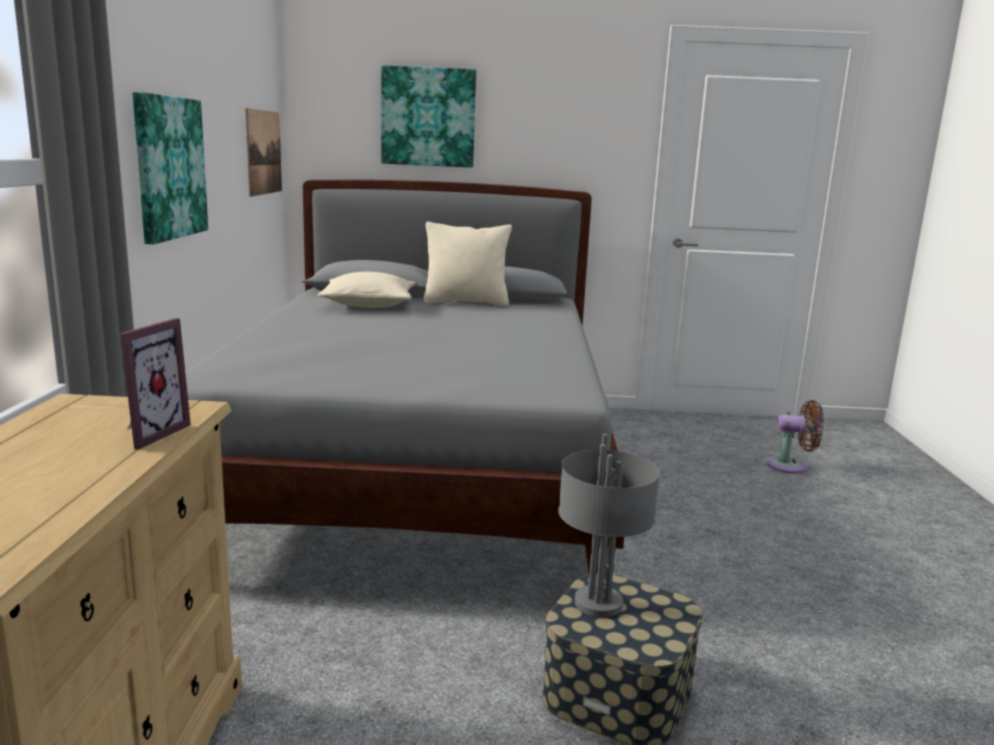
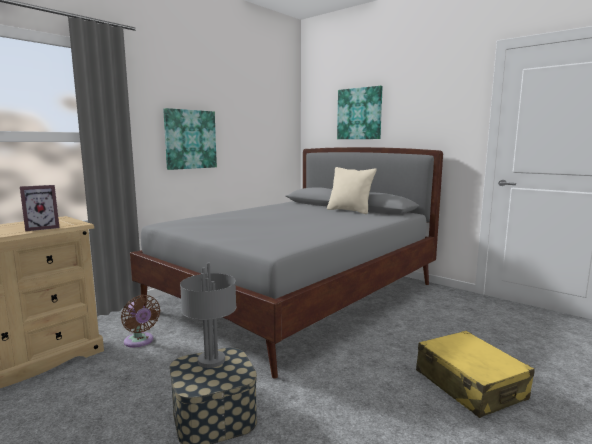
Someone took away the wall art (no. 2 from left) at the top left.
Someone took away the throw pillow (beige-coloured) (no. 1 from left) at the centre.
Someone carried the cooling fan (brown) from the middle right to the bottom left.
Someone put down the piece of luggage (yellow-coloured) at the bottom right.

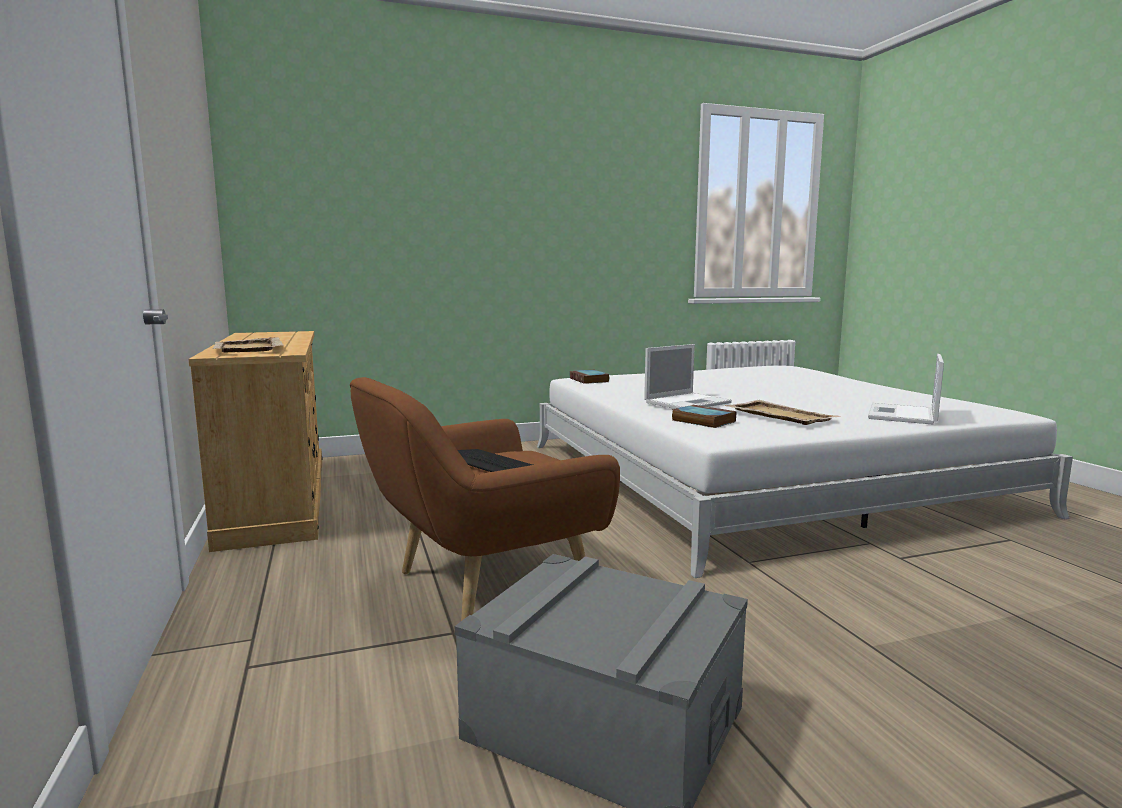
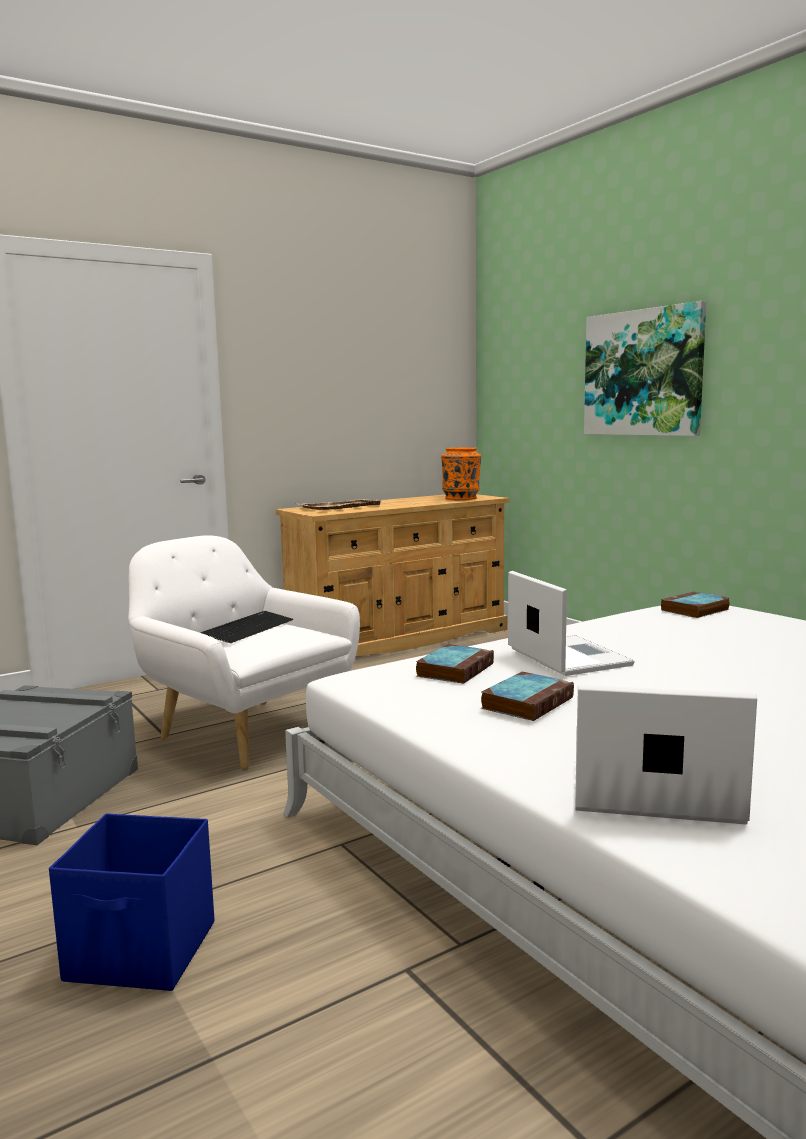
Someone rotated the laptop (no. 1 from left) at the centre by 150 degrees counterclockwise.
Someone repainted the armchair (brown) at the centre, which became the armchair (white-coloured) at the middle left.
Someone swapped the serving tray (beige-coloured) (no. 2 from left) at the middle right for the volume (no. 2 from left) at the centre.
Someone put up the wall art at the top right.
Someone put down the flower vase (orangey) at the centre.
Someone put down the storage box (blue-coloured) at the bottom left.

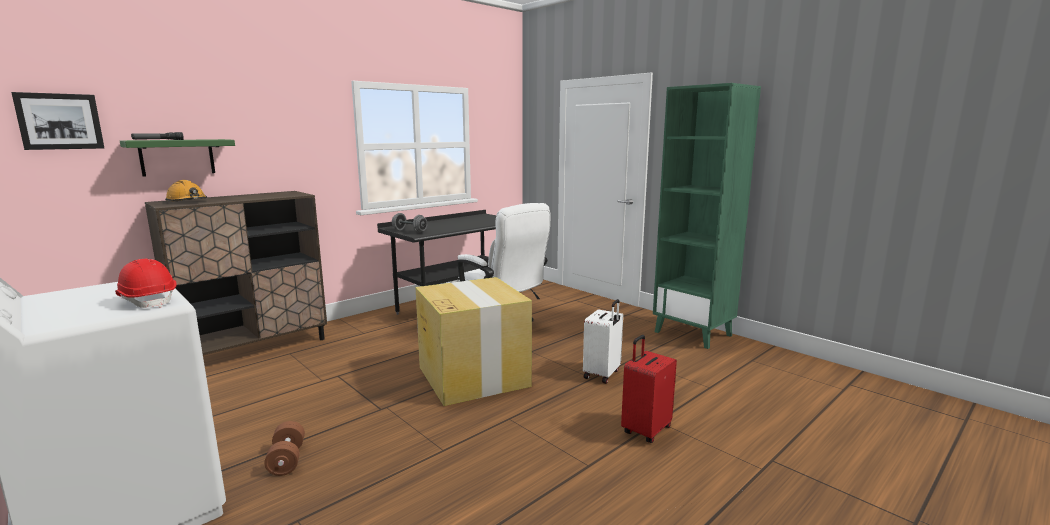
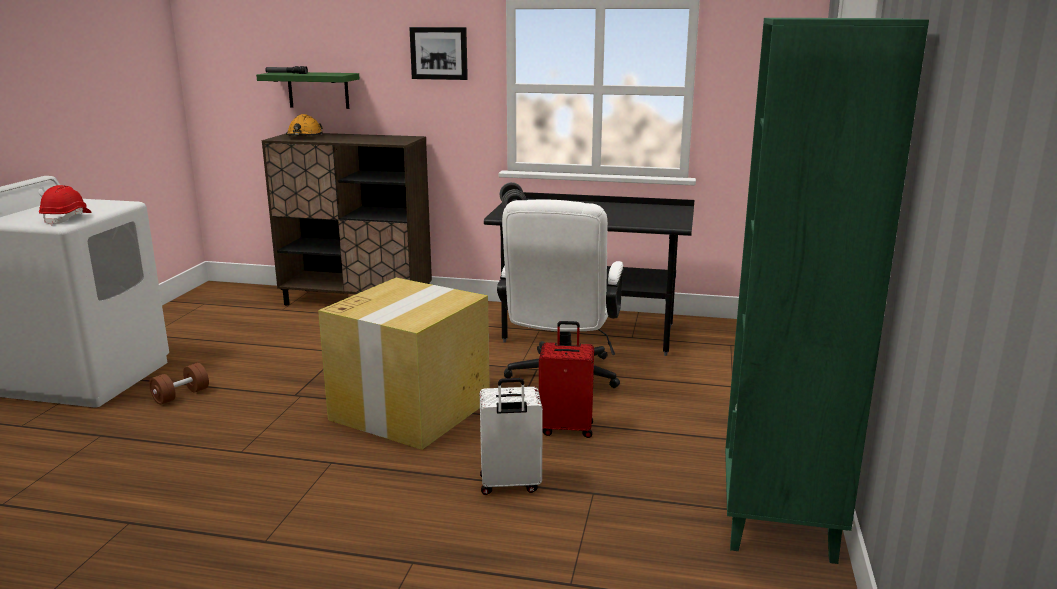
Someone carried the wall art from the top left to the top centre.
Someone carried the piece of luggage (red-coloured) from the bottom centre to the centre.

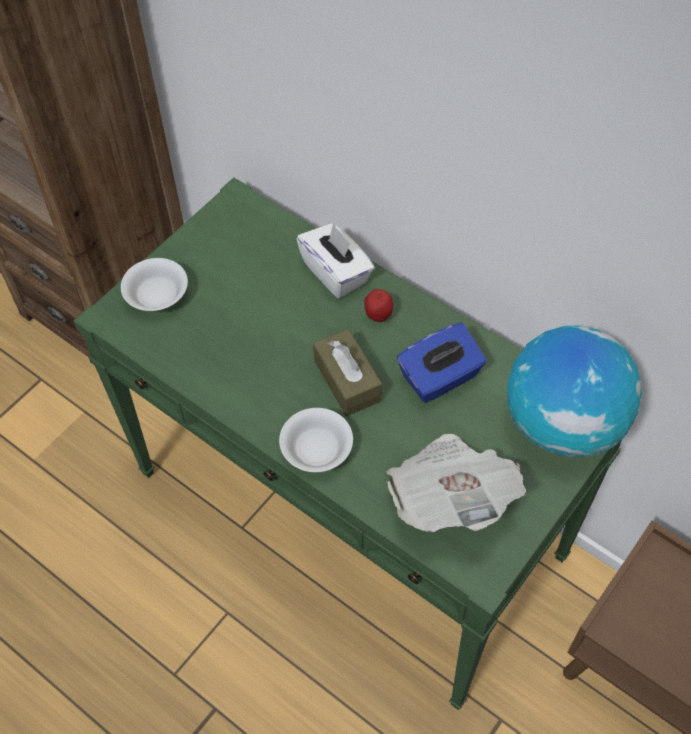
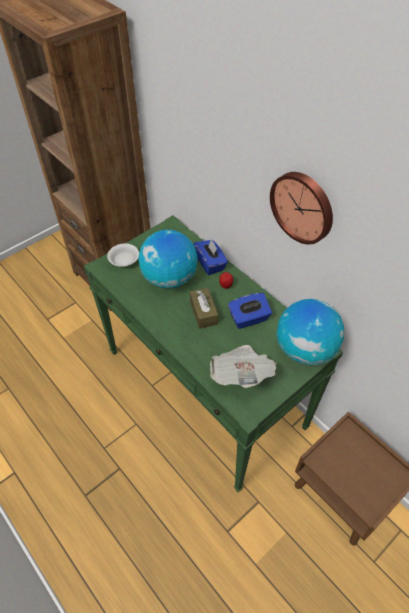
Someone repainted the tissue box (white-coloured) at the centre, which became the tissue box (blue-coloured) (no. 1 from left) at the centre.
Someone took away the deep dish (white-coloured) (no. 2 from left) at the centre.
Someone put up the clock on the wall at the middle right.
Someone put down the globe (no. 1 from left) at the centre.

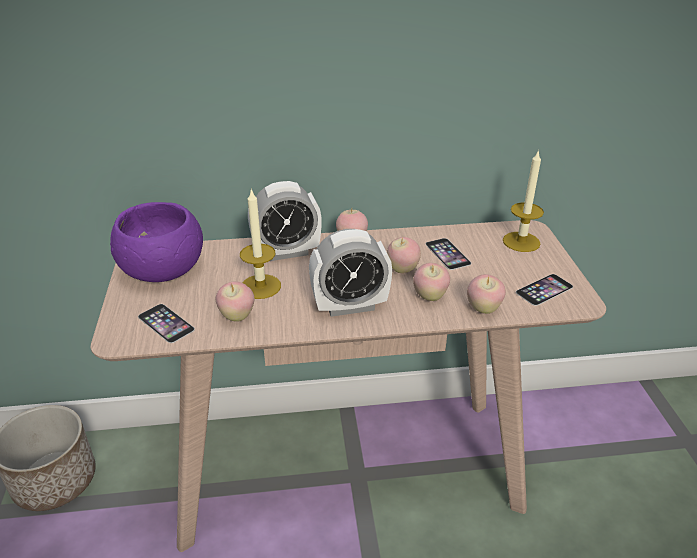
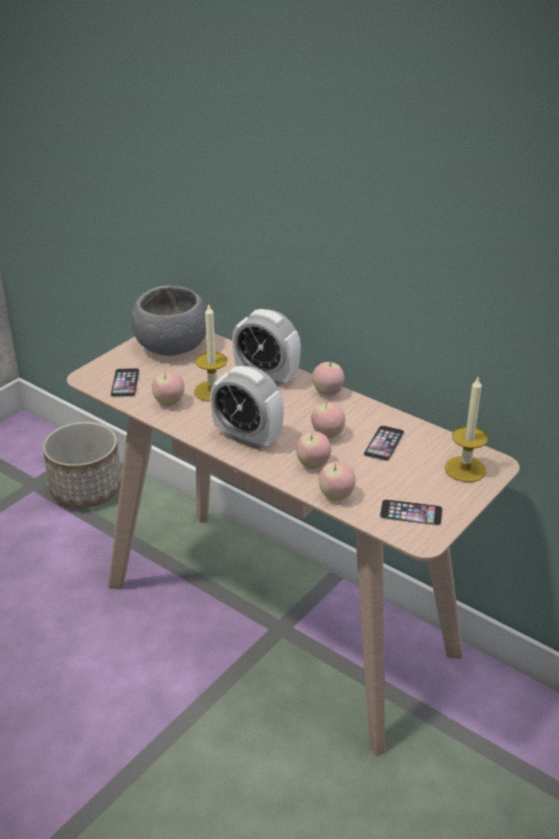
Someone repainted the deep dish (purple-coloured) at the middle left, which became the deep dish (gray) at the middle left.

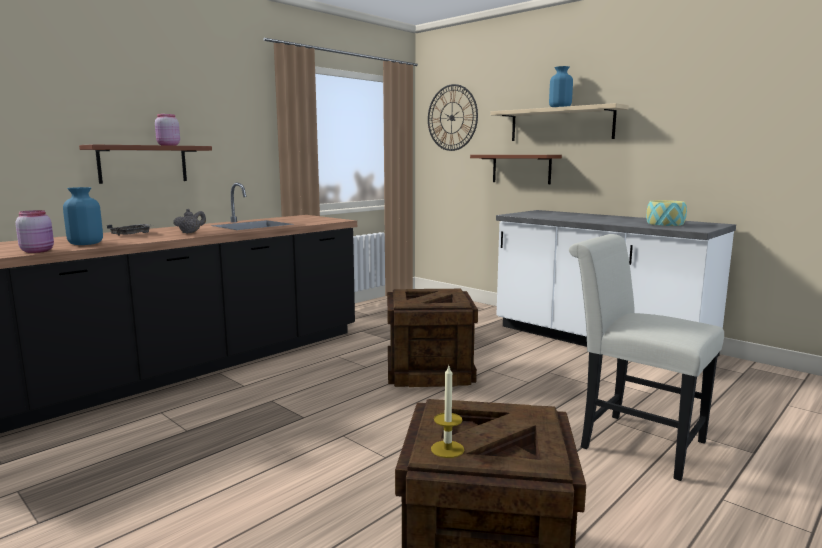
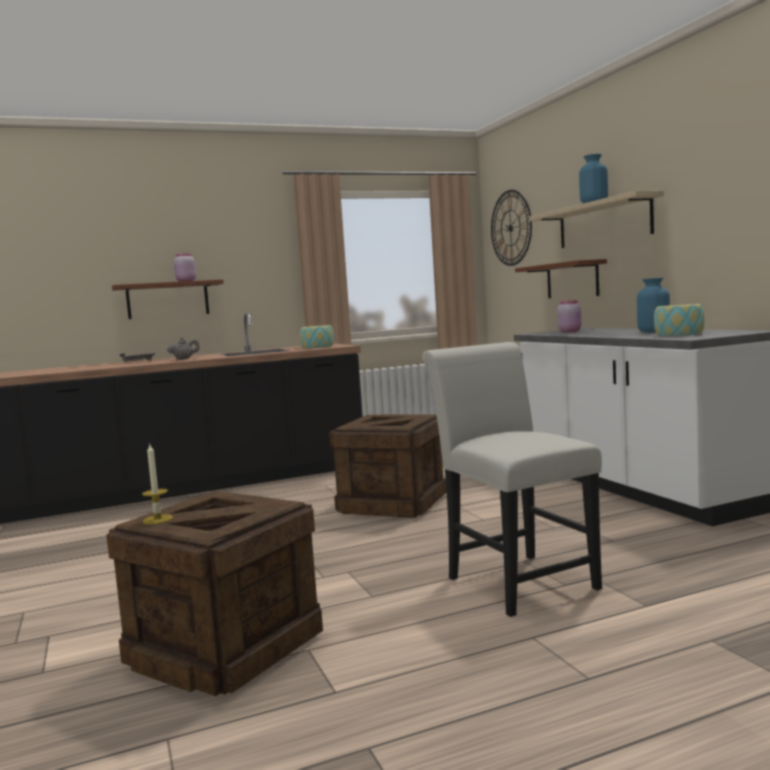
Someone carried the flower vase (blue-coloured) (no. 1 from left in the first image) from the middle left to the middle right.
Someone carried the preserve jar (pinkish) (no. 1 from left in the first image) from the middle left to the middle right.
Someone put down the deep dish (no. 1 from left) at the centre.

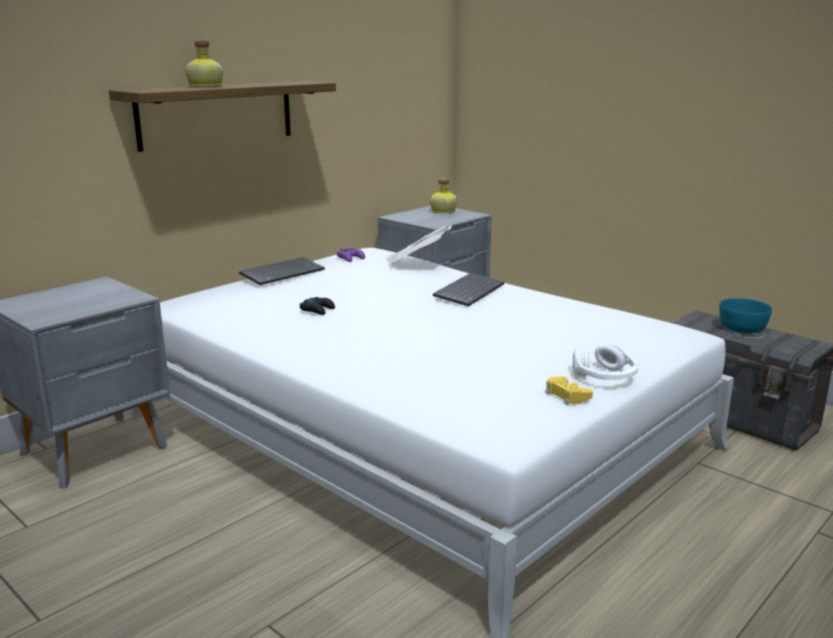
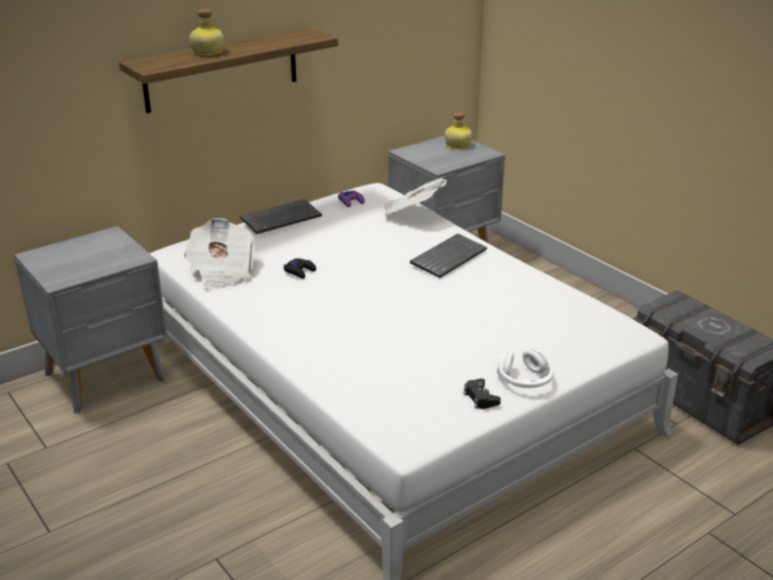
Someone took away the deep dish (turquoise-coloured) at the middle right.
Someone repainted the game controller (yellow-coloured) at the middle right, which became the game controller (blackish) (no. 2 from left) at the bottom centre.
Someone put down the daily paper (no. 1 from left) at the middle left.

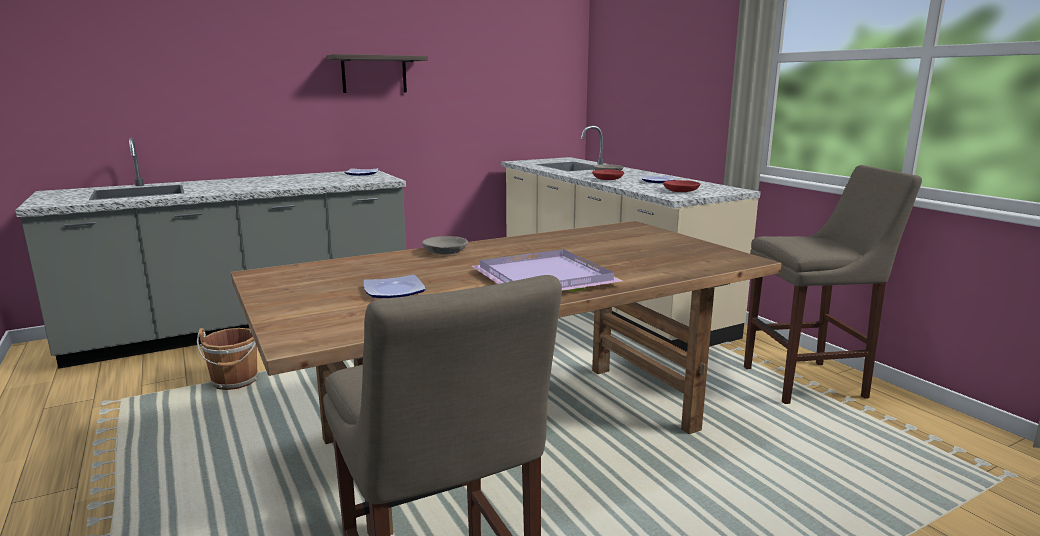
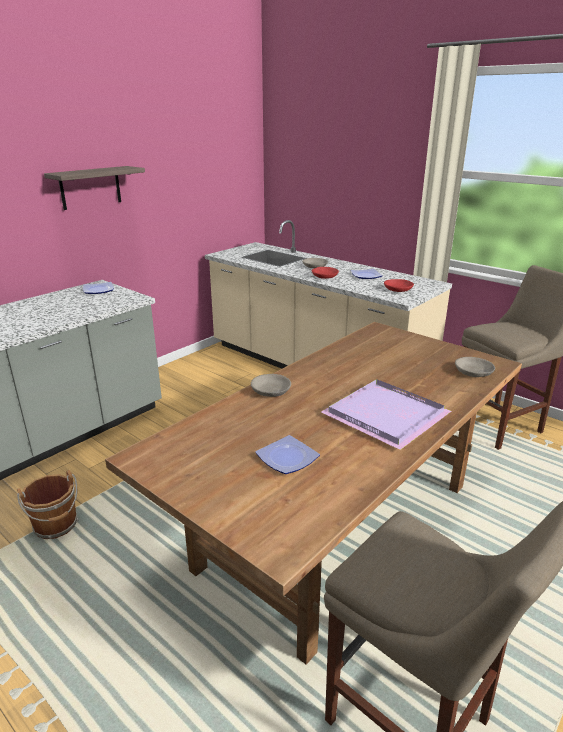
Someone put down the deep dish (gray) (no. 3 from left) at the middle right.

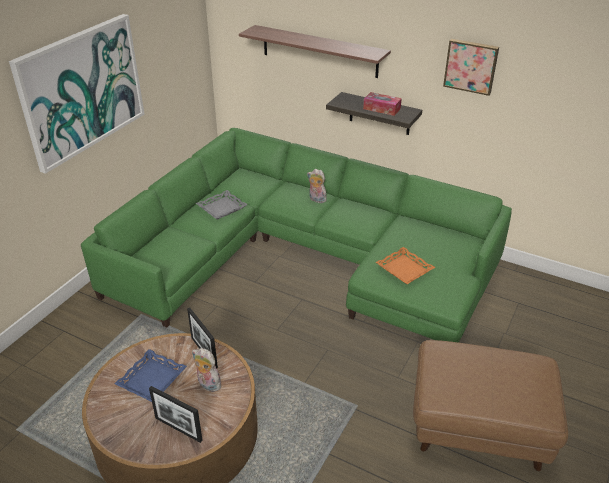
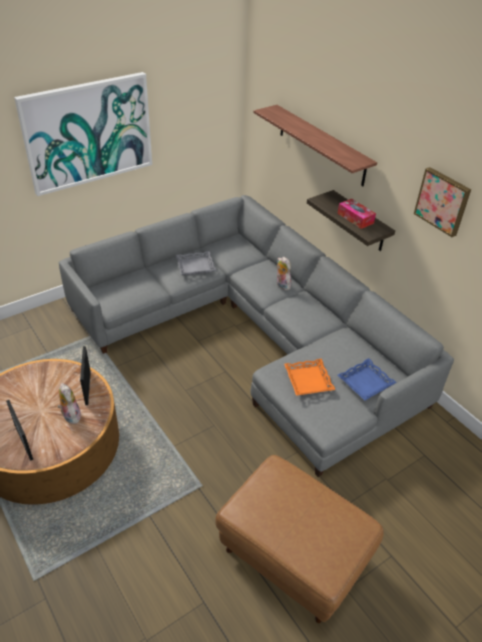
Someone repainted the settee (green) at the centre, which became the settee (gray) at the centre.
Someone carried the serving tray (blue-coloured) from the bottom left to the middle right.

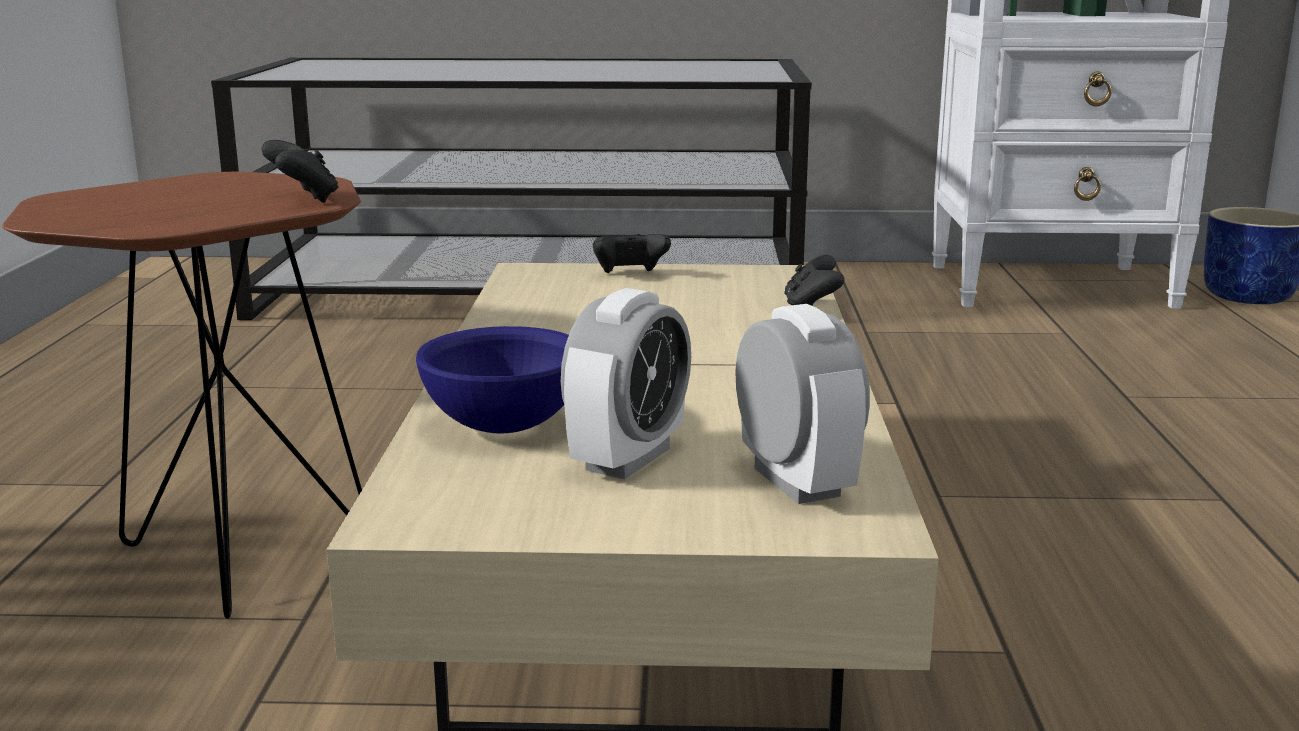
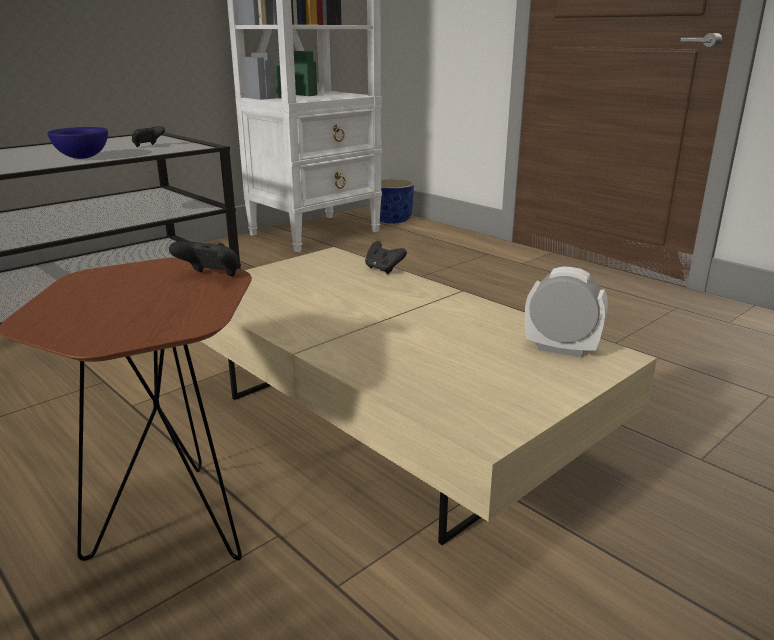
Someone carried the game controller (blackish) (no. 2 from left in the first image) from the centre to the top left.
Someone took away the alarm clock (no. 1 from left) at the centre.
Someone carried the deep dish (blue-coloured) from the centre to the top left.

